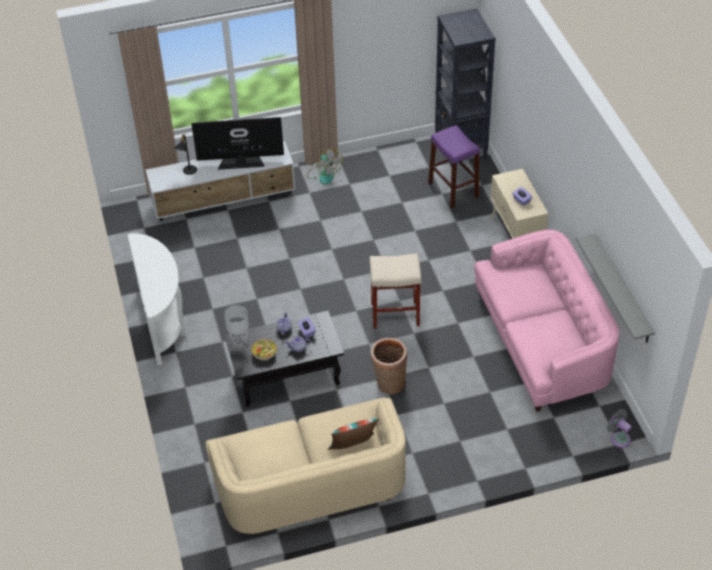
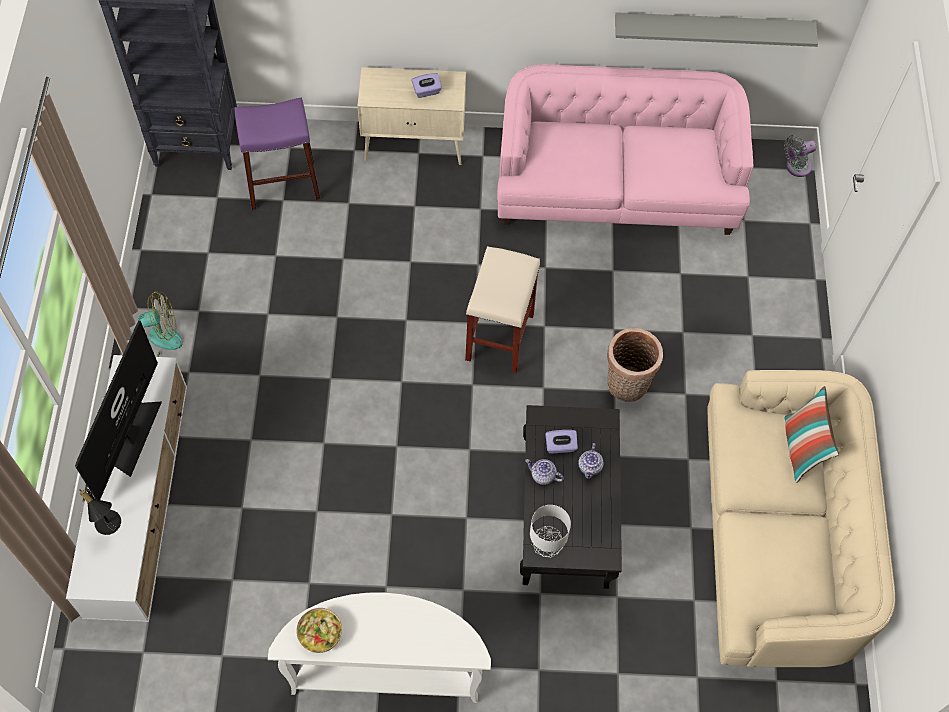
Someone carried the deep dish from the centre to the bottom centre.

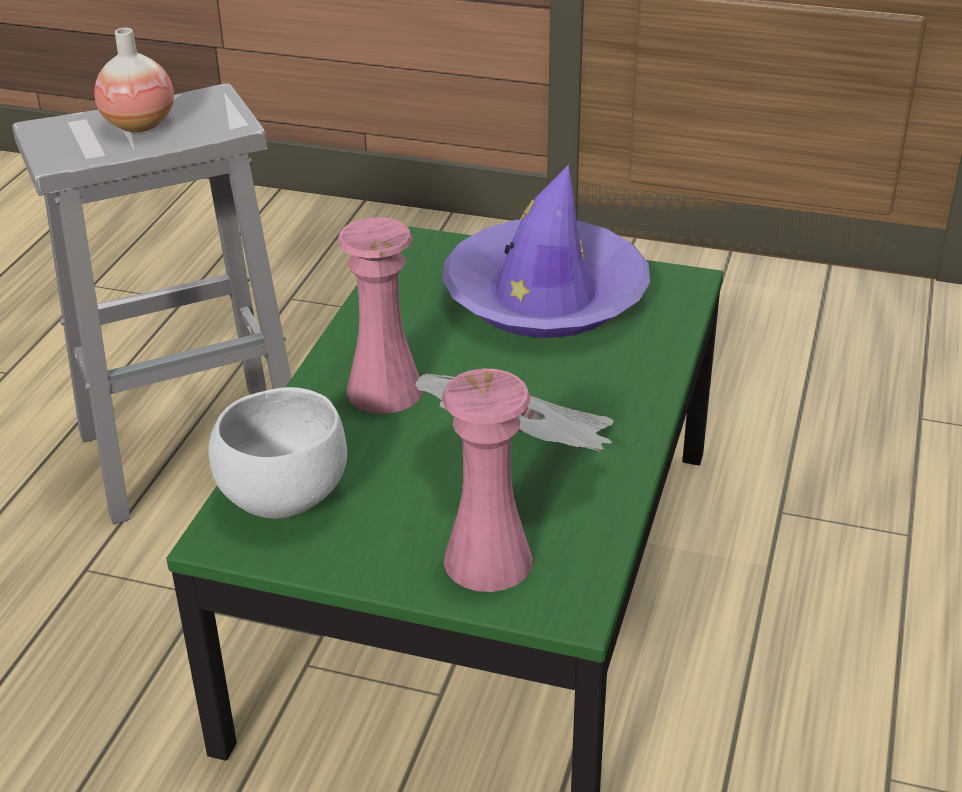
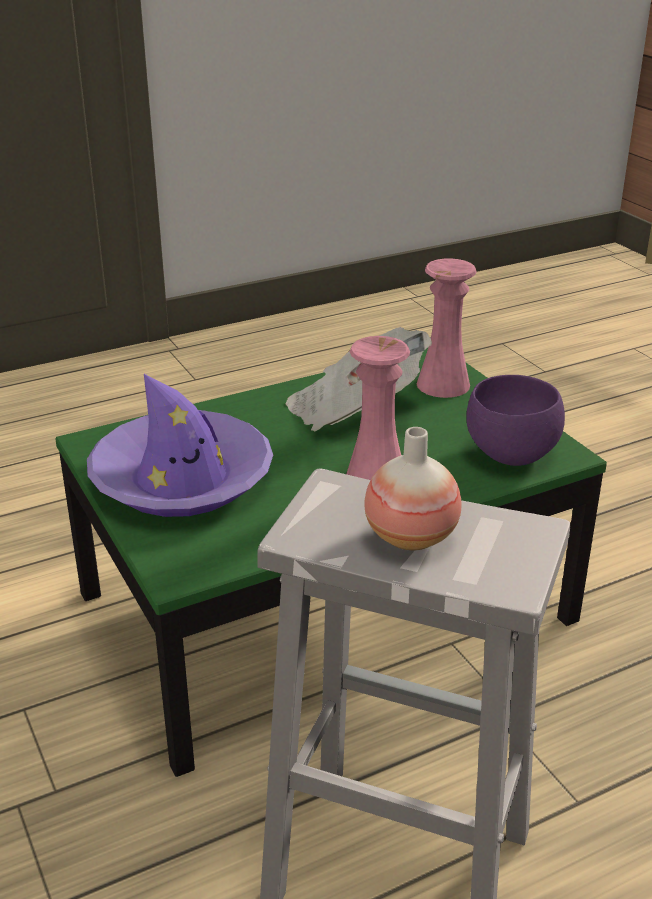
Someone repainted the deep dish (white-coloured) at the middle left, which became the deep dish (purple-coloured) at the middle right.

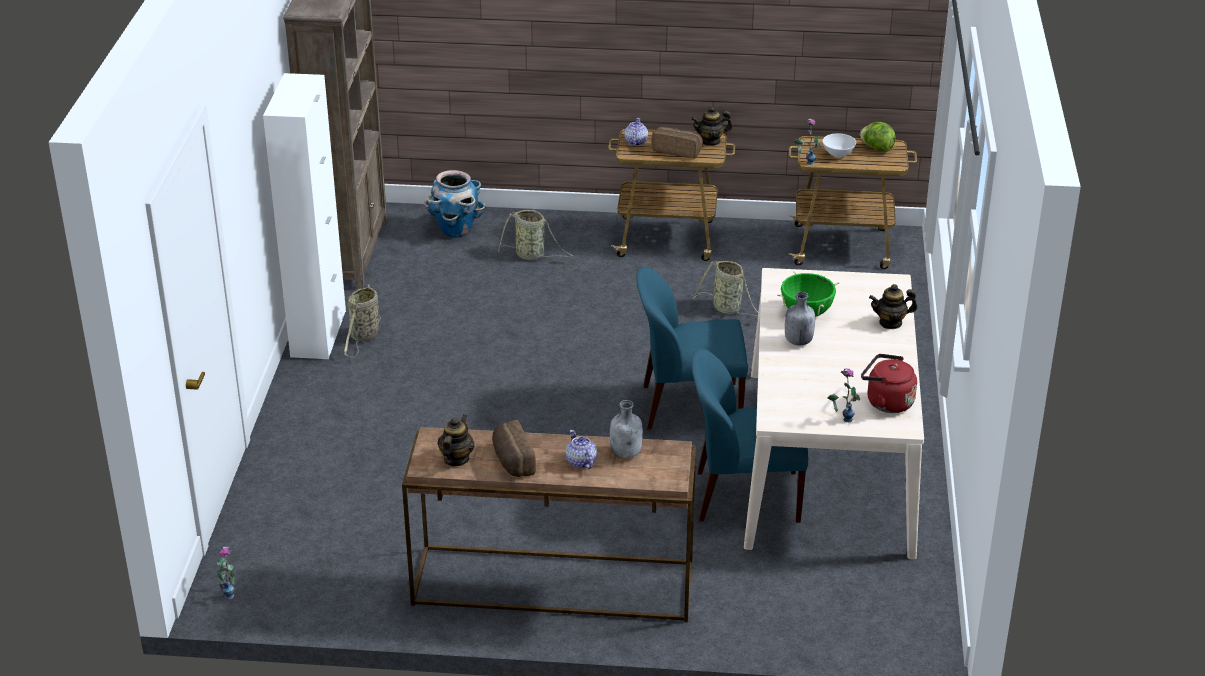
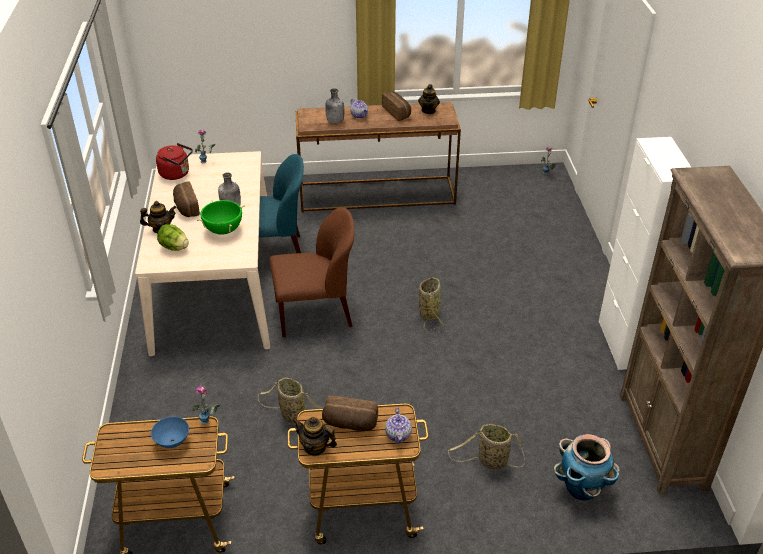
Someone rotated the tea pot (no. 4 from left in the first image) at the top centre by 135 degrees counterclockwise.
Someone carried the lettuce from the top right to the middle left.
Someone repainted the deep dish (white-coloured) at the top right, which became the deep dish (blue-coloured) at the bottom left.
Someone repainted the upright chair (blue-coloured) (no. 1 from left) at the centre, which became the upright chair (brown) at the centre.
Someone carried the storage basket (no. 1 from left in the first image) from the middle left to the centre.
Someone put down the baked bread (no. 1 from left) at the middle left.

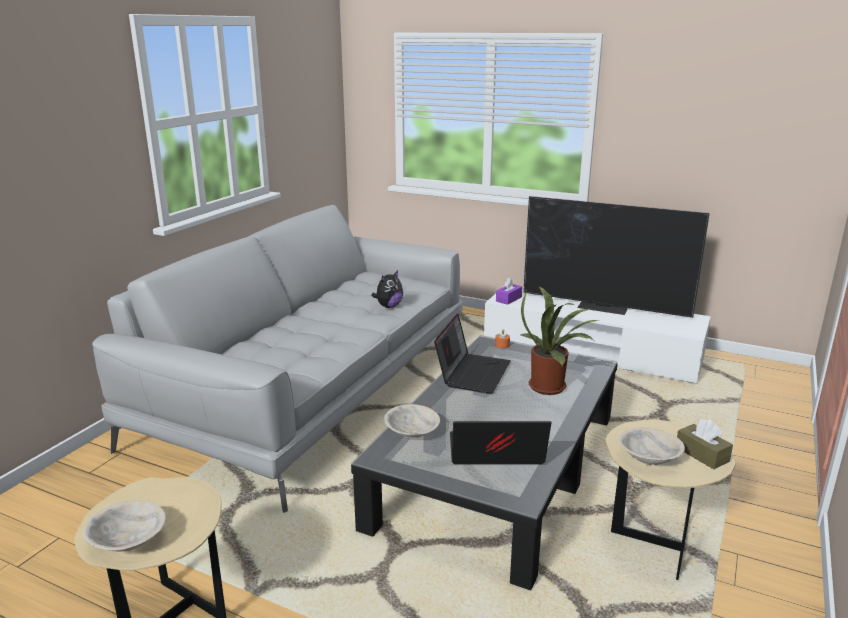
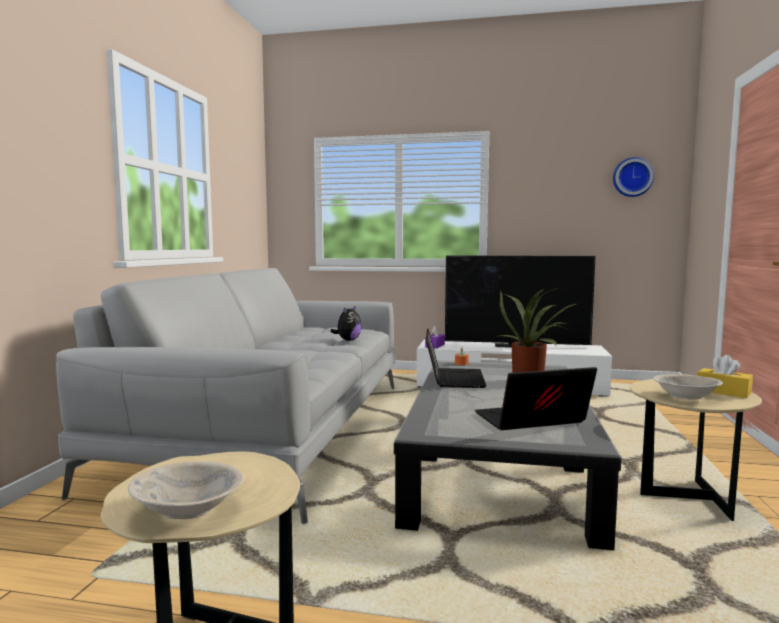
Someone took away the deep dish (beige-coloured) (no. 2 from left) at the bottom centre.
Someone repainted the tissue box (brown) at the bottom right, which became the tissue box (yellow-coloured) at the middle right.
Someone put up the clock on the wall at the top right.

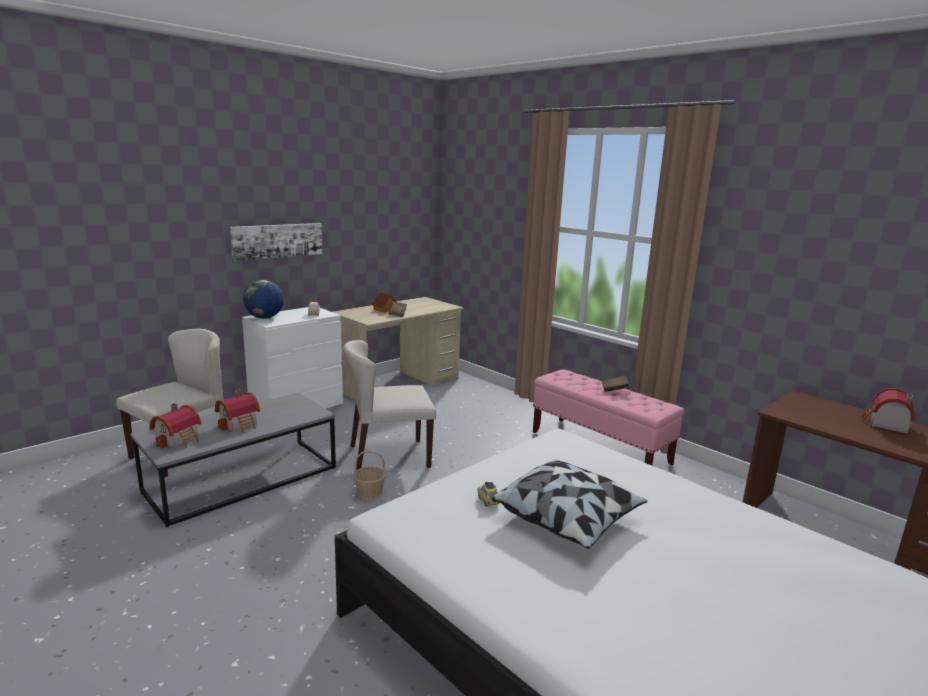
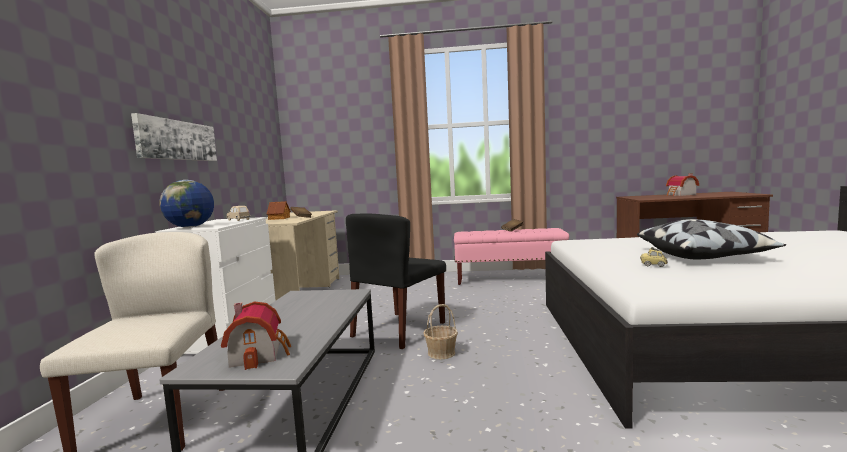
Someone repainted the upright chair (beige-coloured) (no. 2 from left) at the centre, which became the upright chair (blackish) at the centre.
Someone took away the miniature house (no. 2 from left) at the middle left.

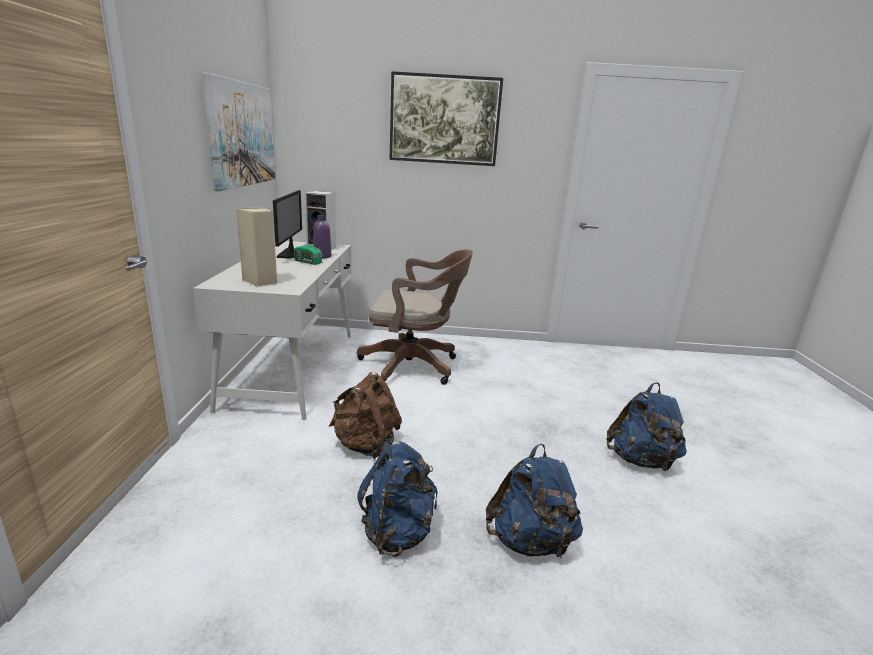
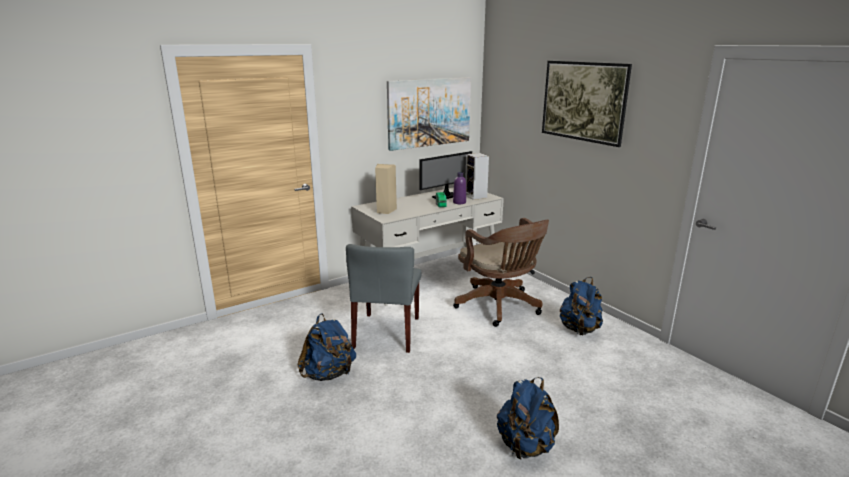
Someone swapped the knapsack (brown) at the centre for the upright chair (gray) at the centre.
Someone carried the knapsack (blue-coloured) (no. 2 from left in the first image) from the bottom centre to the middle right.

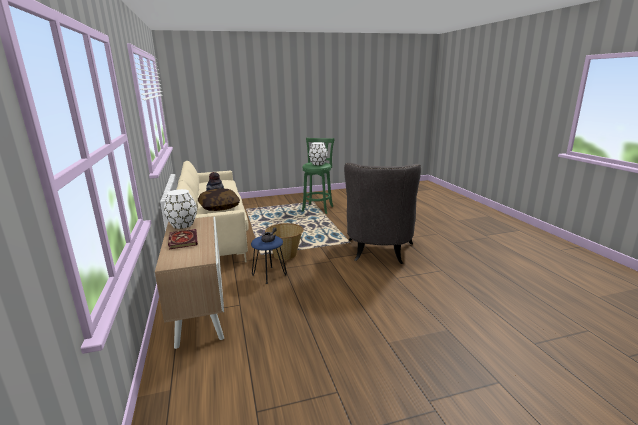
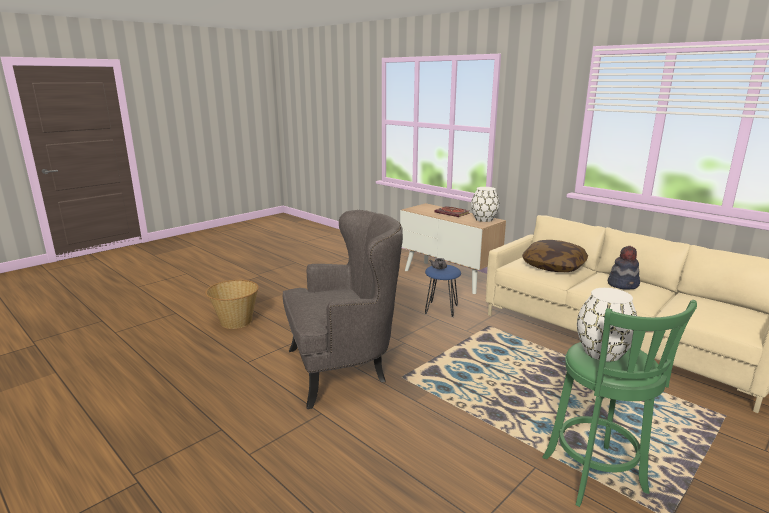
Someone rotated the armchair (gray) at the centre by 90 degrees clockwise.
Someone carried the storage basket from the centre to the middle left.

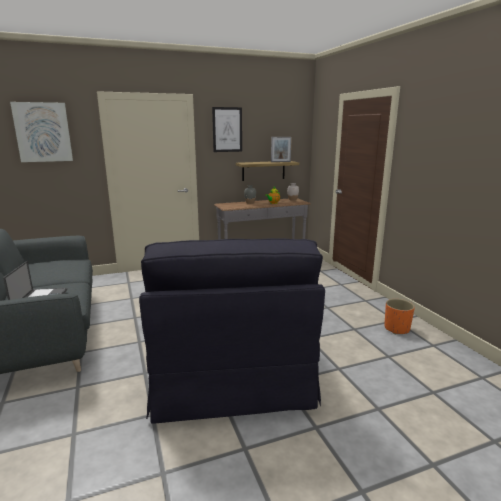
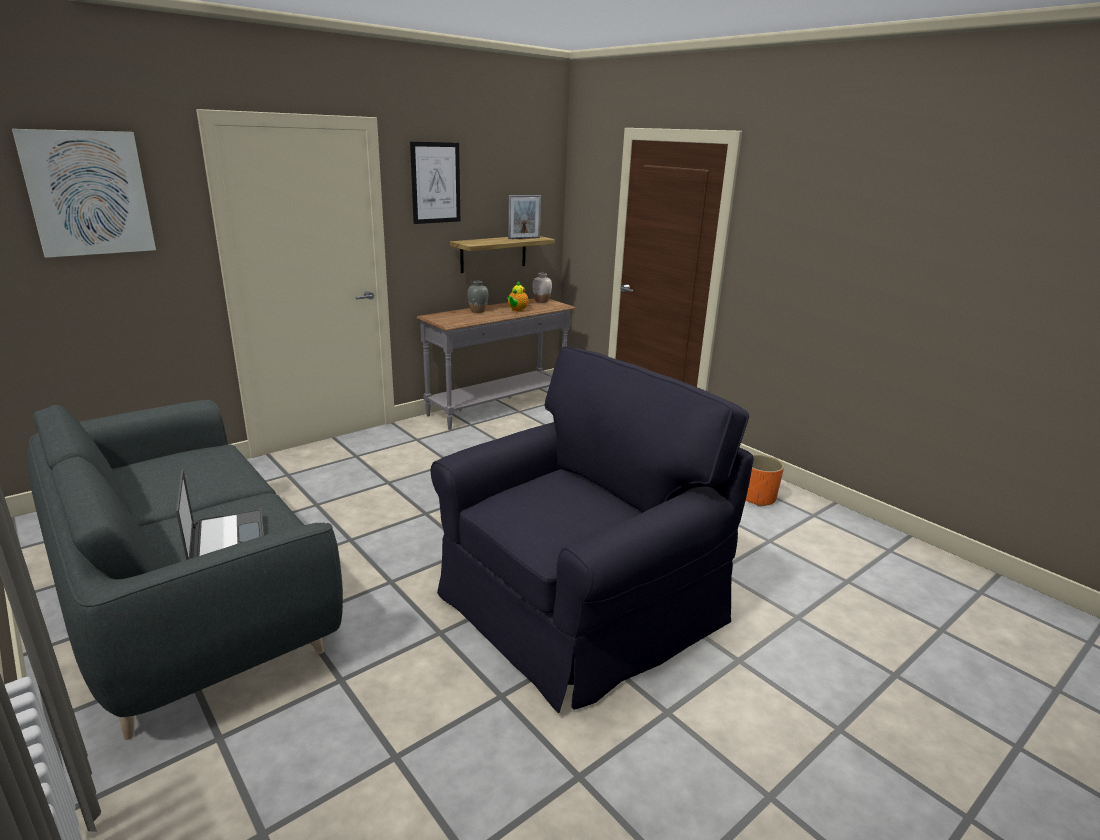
Someone rotated the armchair (blackish) at the centre by 105 degrees counterclockwise.

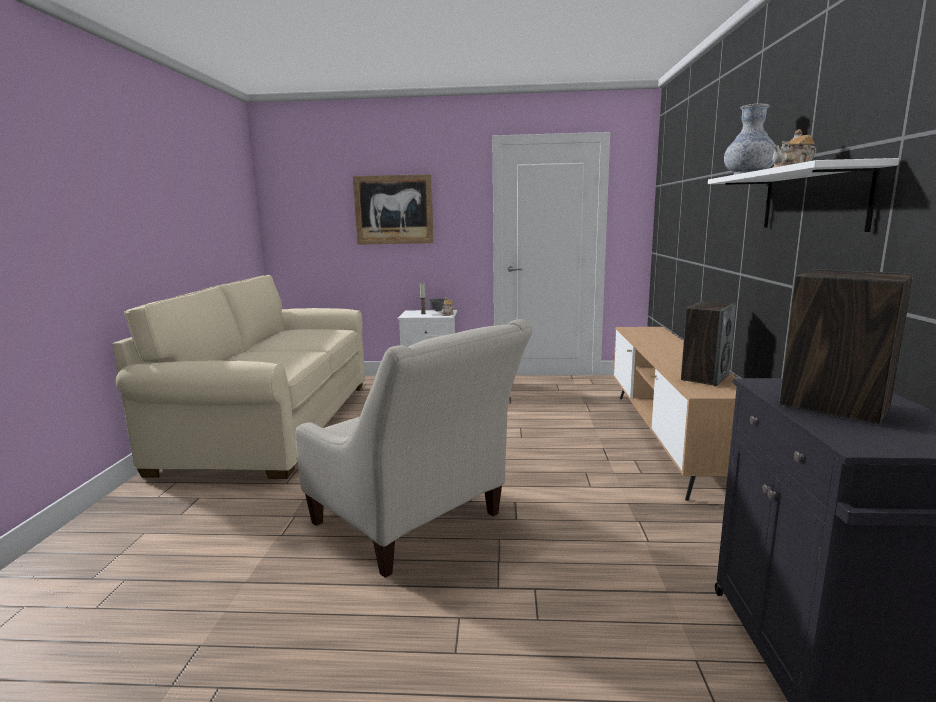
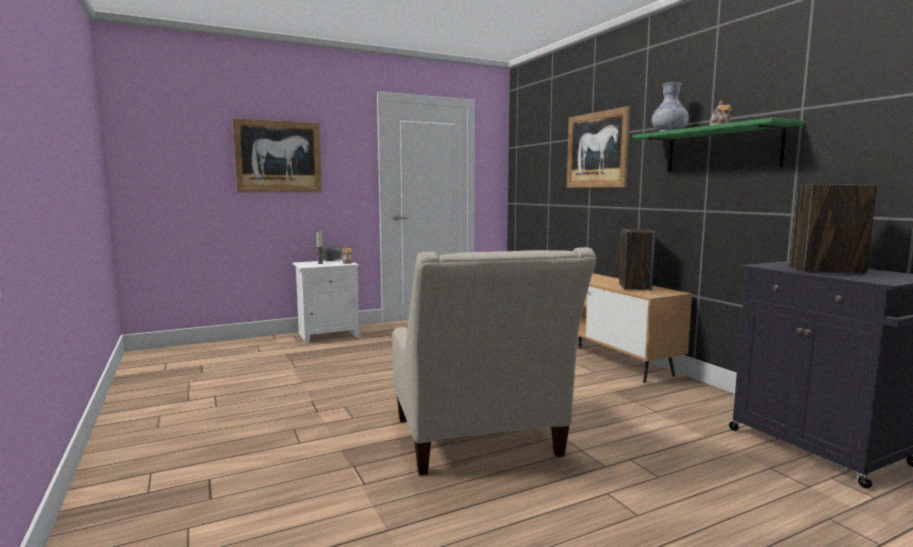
Someone repainted the bracket shelf (white-coloured) at the top right, which became the bracket shelf (green) at the top right.
Someone took away the settee (beige-coloured) at the middle left.
Someone rotated the armchair (beige-coloured) at the centre by 60 degrees clockwise.
Someone put up the wall art (no. 2 from left) at the top centre.

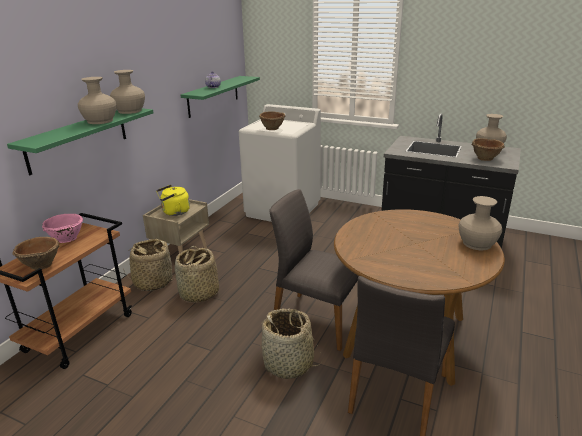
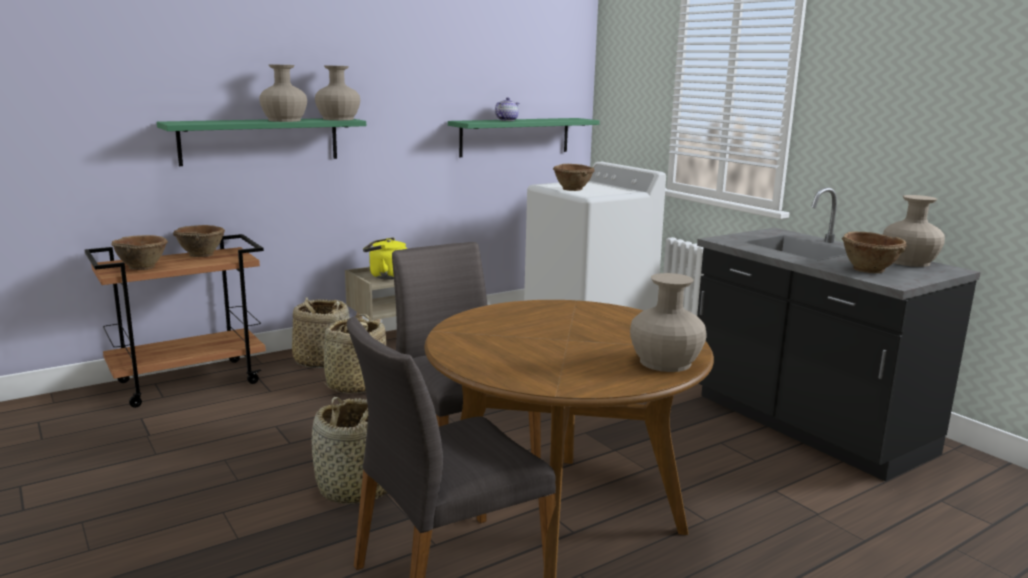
Someone repainted the deep dish (pinkish) at the middle left, which became the deep dish (brown) (no. 2 from left) at the middle left.

